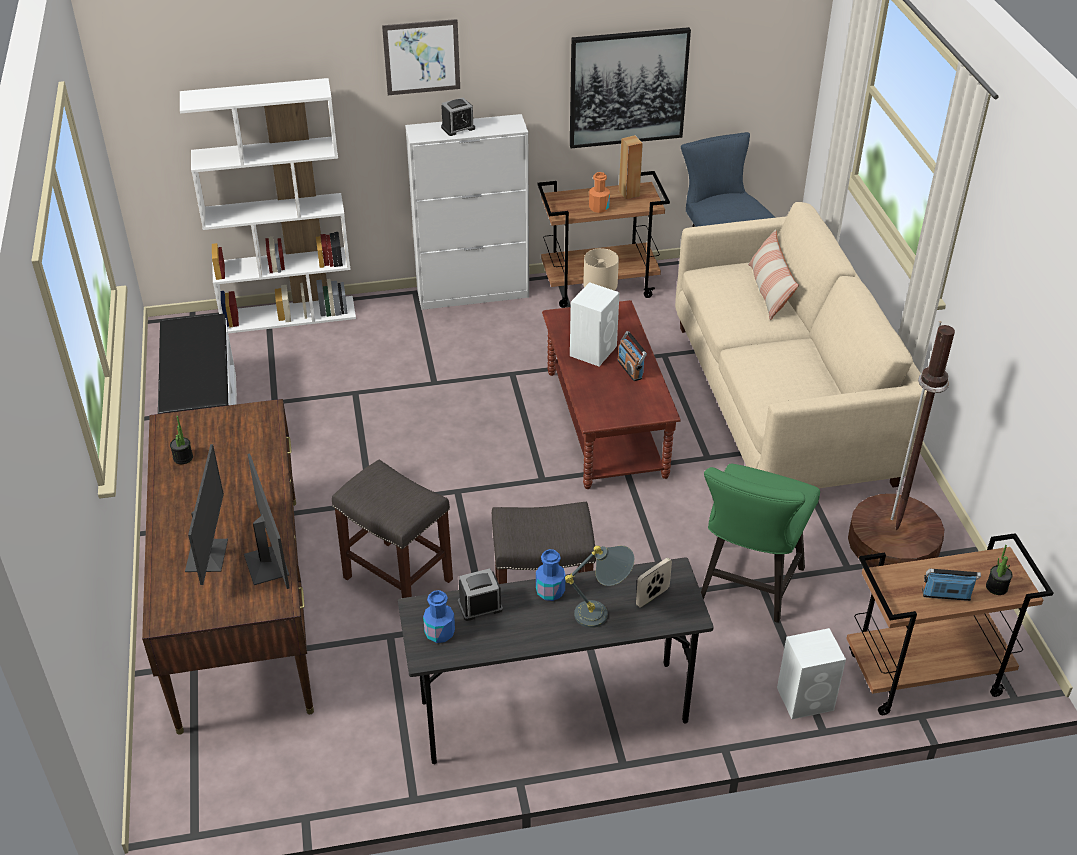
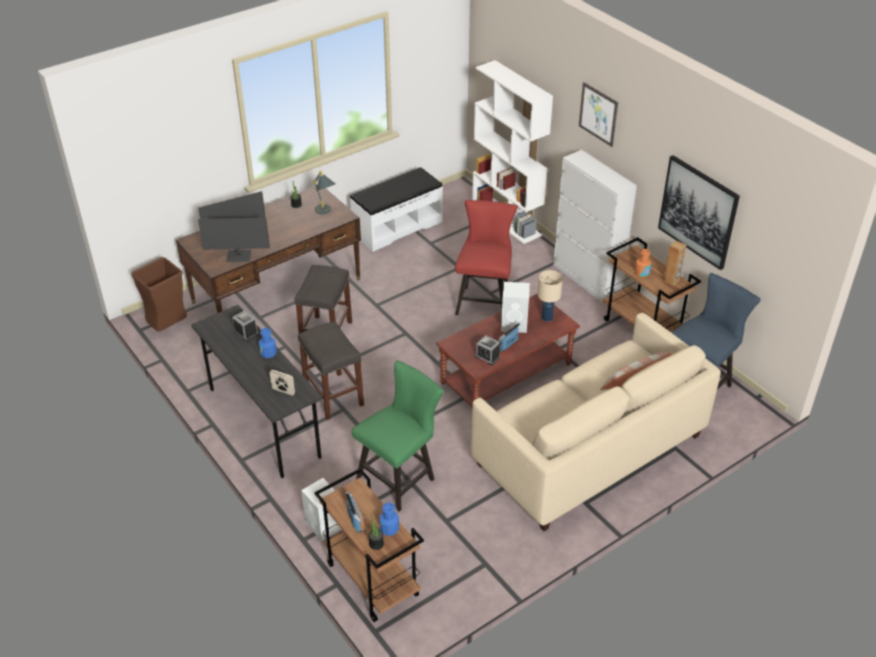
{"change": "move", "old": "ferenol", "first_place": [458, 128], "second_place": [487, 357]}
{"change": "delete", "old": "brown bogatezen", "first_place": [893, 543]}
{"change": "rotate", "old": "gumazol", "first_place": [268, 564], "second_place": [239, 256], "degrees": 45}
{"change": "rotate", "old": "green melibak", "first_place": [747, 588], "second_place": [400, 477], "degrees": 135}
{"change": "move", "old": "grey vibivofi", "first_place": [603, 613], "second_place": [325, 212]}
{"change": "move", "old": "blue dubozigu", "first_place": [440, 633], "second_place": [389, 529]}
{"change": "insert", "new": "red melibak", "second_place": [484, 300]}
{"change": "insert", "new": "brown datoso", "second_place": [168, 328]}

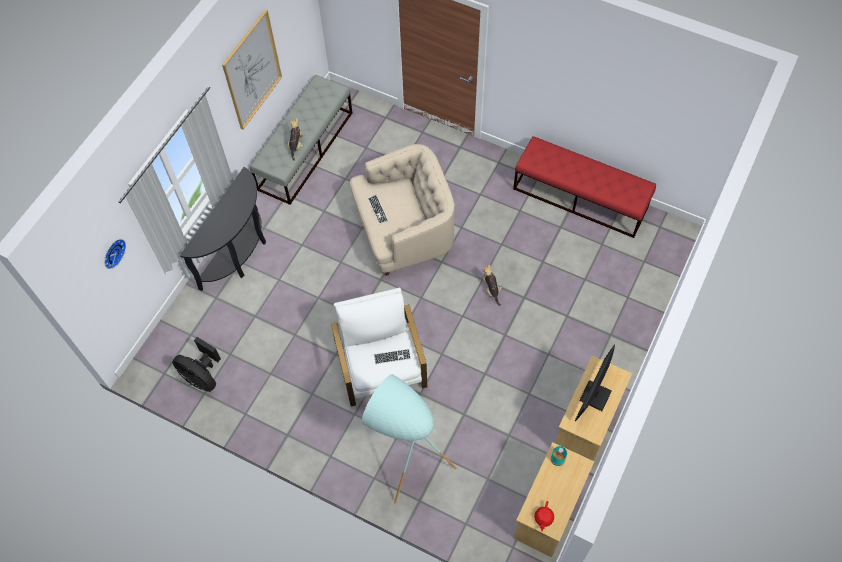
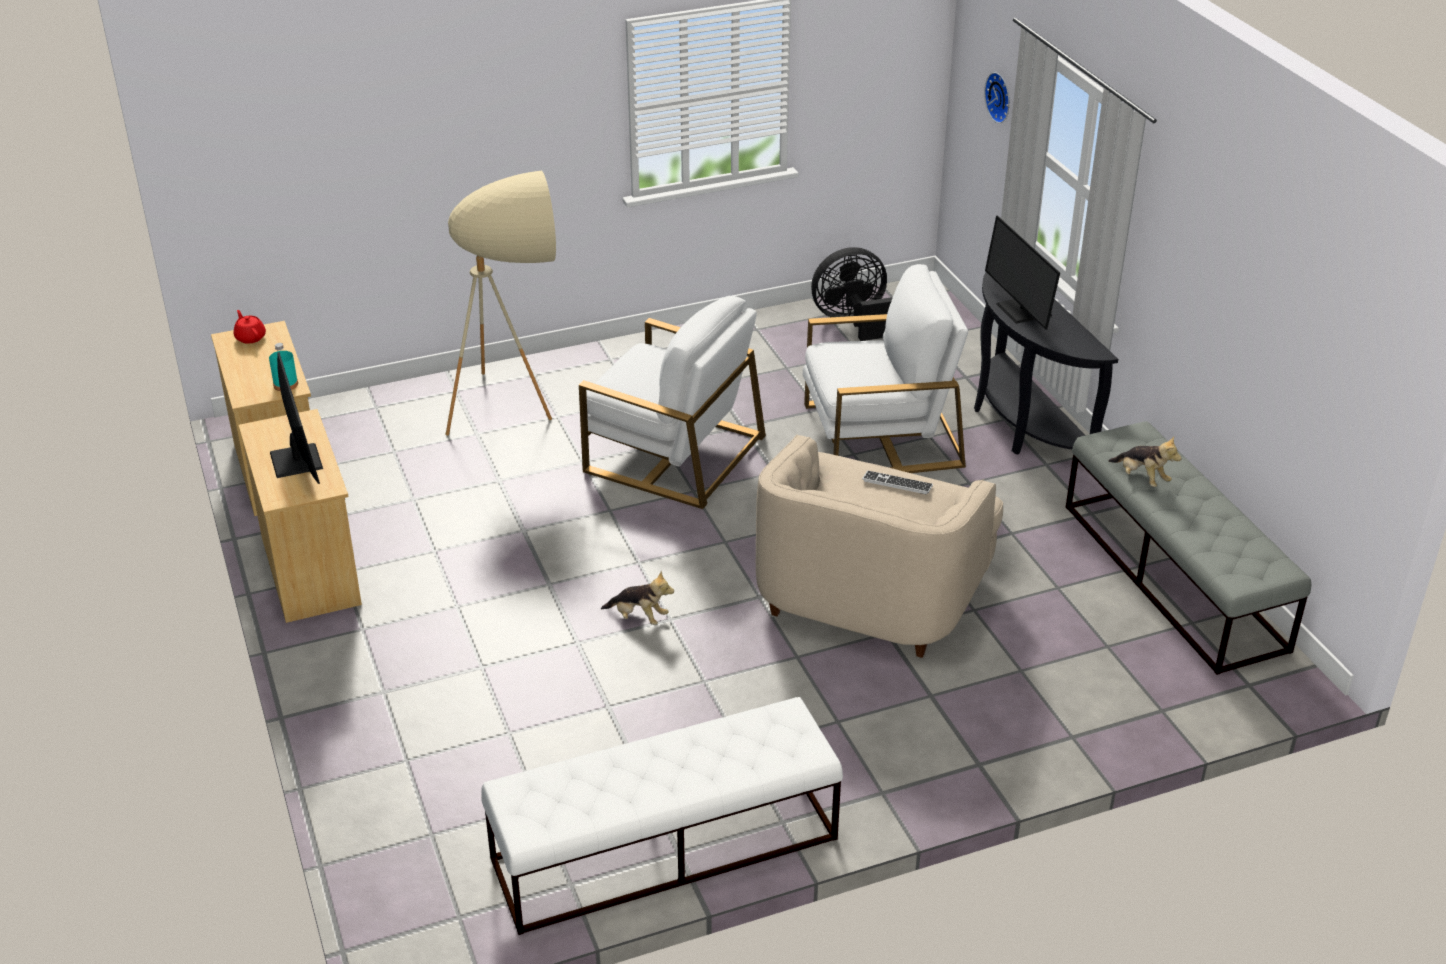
{"change": "delete", "old": "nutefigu", "first_place": [252, 70]}
{"change": "recolor", "old": "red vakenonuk", "new": "white vakenonuk", "first_place": [580, 198], "second_place": [664, 849]}
{"change": "delete", "old": "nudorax", "first_place": [392, 357]}
{"change": "recolor", "old": "turquoise bogatezen", "new": "beige bogatezen", "first_place": [407, 460], "second_place": [516, 406]}
{"change": "insert", "new": "gumazol", "second_place": [1022, 310]}
{"change": "insert", "new": "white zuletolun", "second_place": [880, 435]}

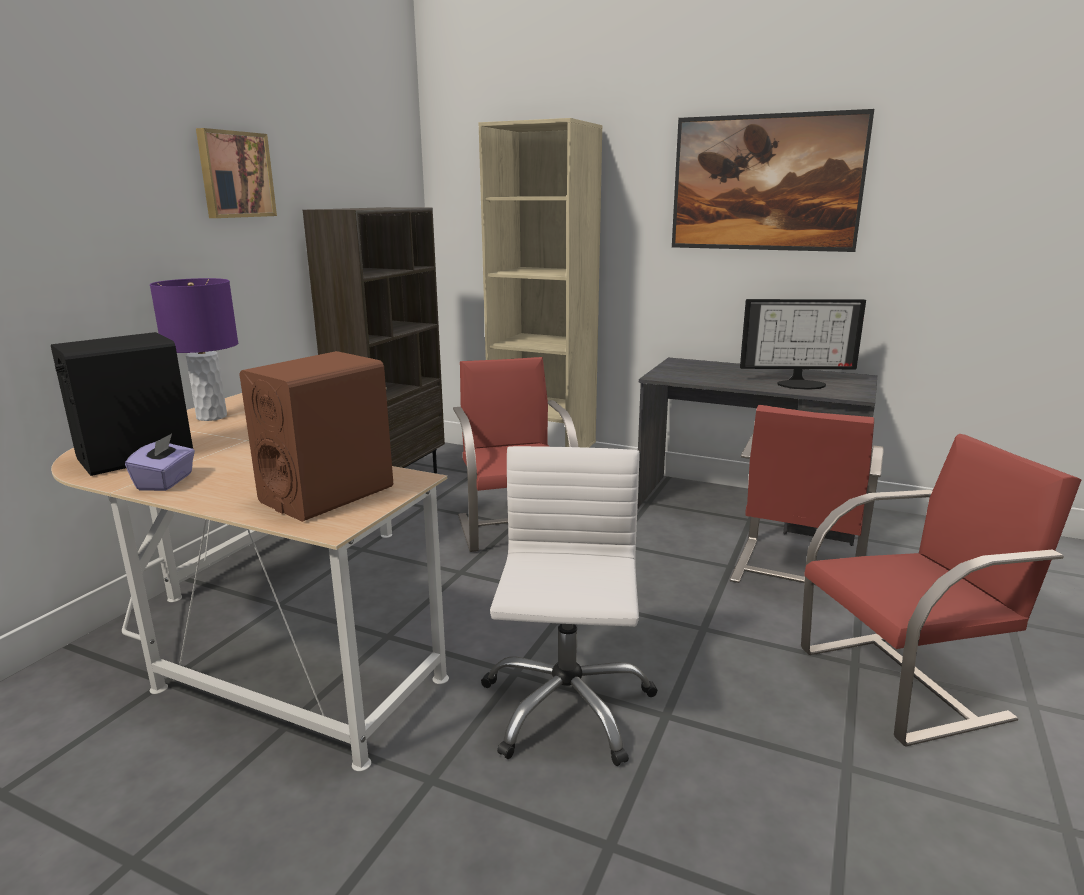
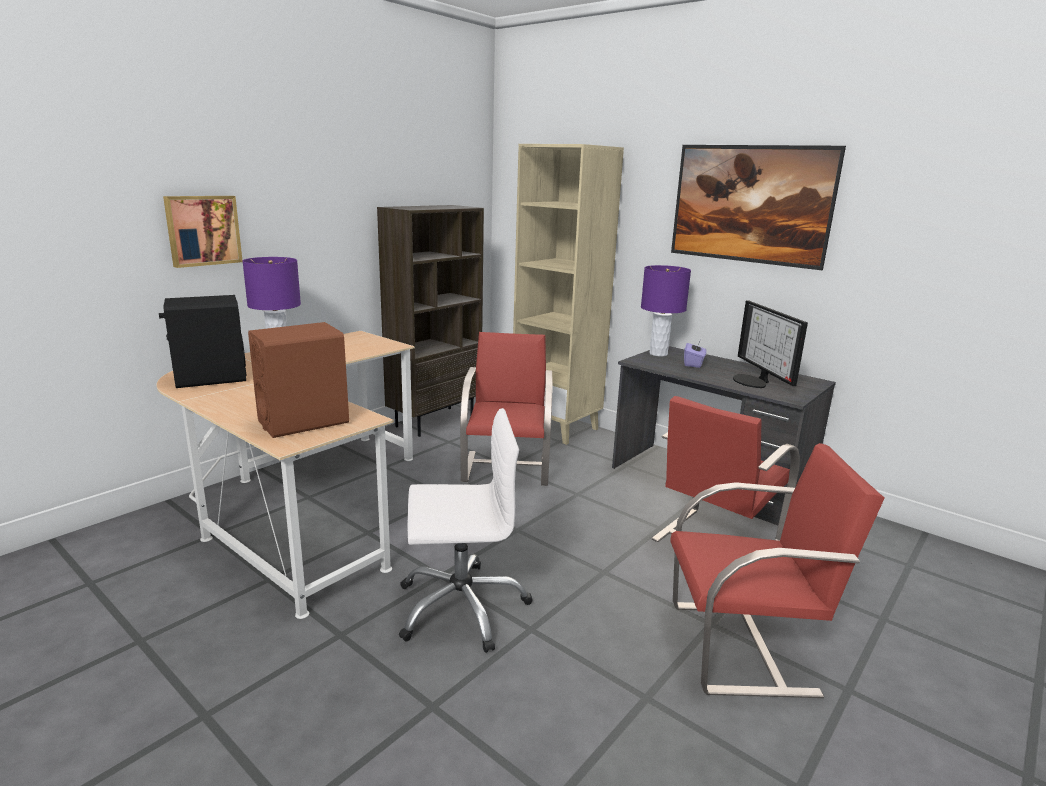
{"change": "move", "old": "nutefigu", "first_place": [235, 175], "second_place": [202, 230]}
{"change": "rotate", "old": "gumazol", "first_place": [800, 383], "second_place": [754, 381], "degrees": 60}
{"change": "move", "old": "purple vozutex", "first_place": [166, 482], "second_place": [693, 364]}
{"change": "rotate", "old": "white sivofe", "first_place": [565, 706], "second_place": [461, 606], "degrees": 60}
{"change": "insert", "new": "purple vibivofi", "second_place": [658, 354]}

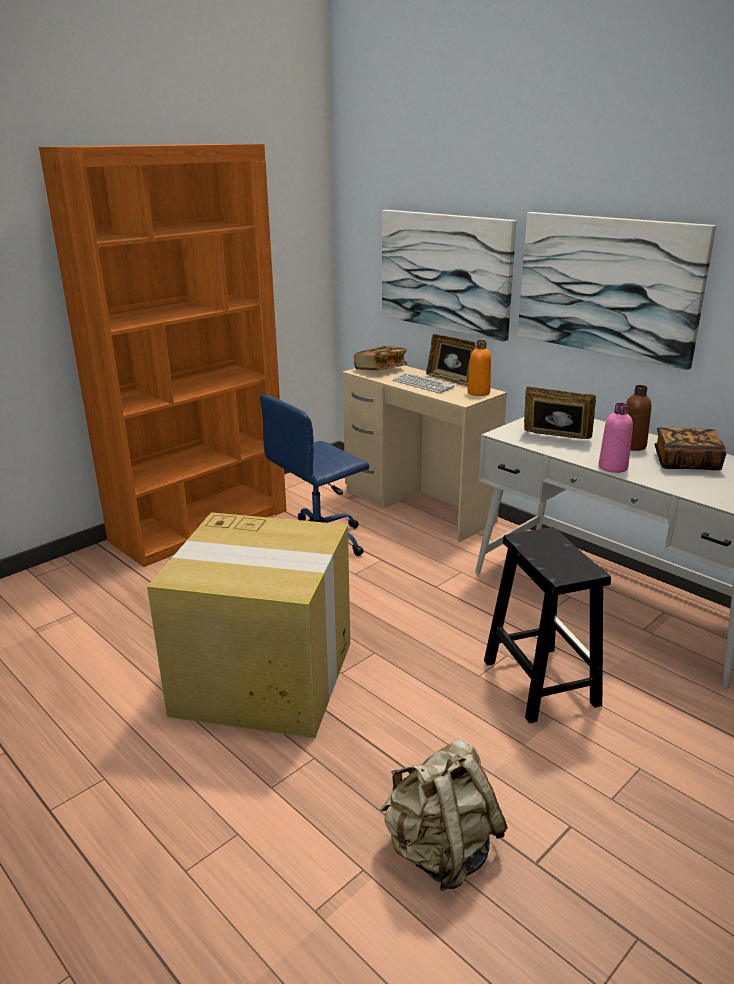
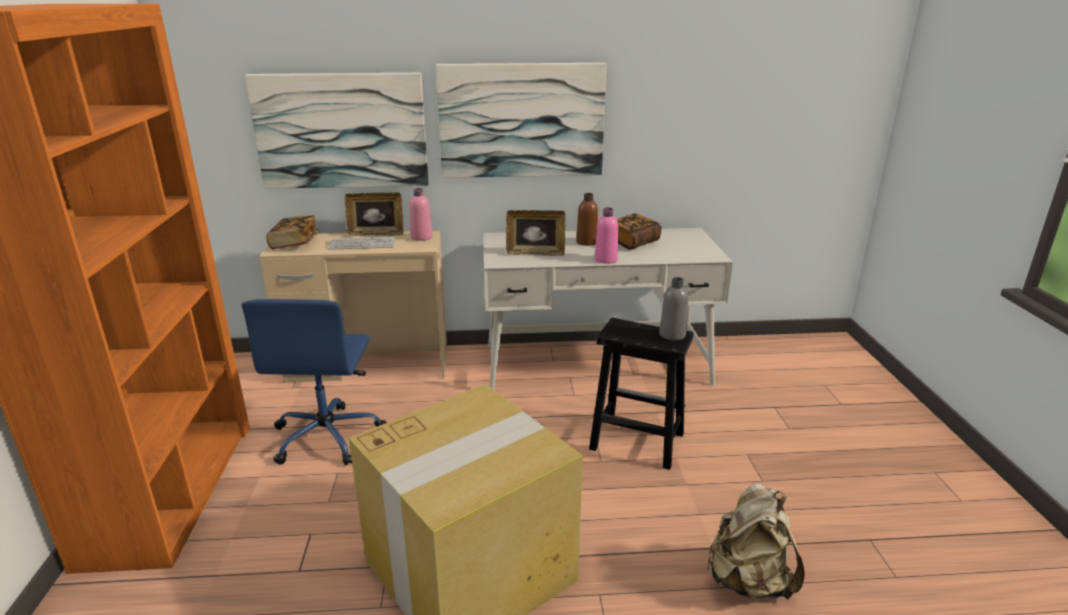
{"change": "recolor", "old": "orange dubozigu", "new": "pink dubozigu", "first_place": [478, 393], "second_place": [421, 237]}
{"change": "rotate", "old": "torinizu", "first_place": [555, 438], "second_place": [535, 253], "degrees": -150}
{"change": "insert", "new": "grey dubozigu", "second_place": [672, 335]}

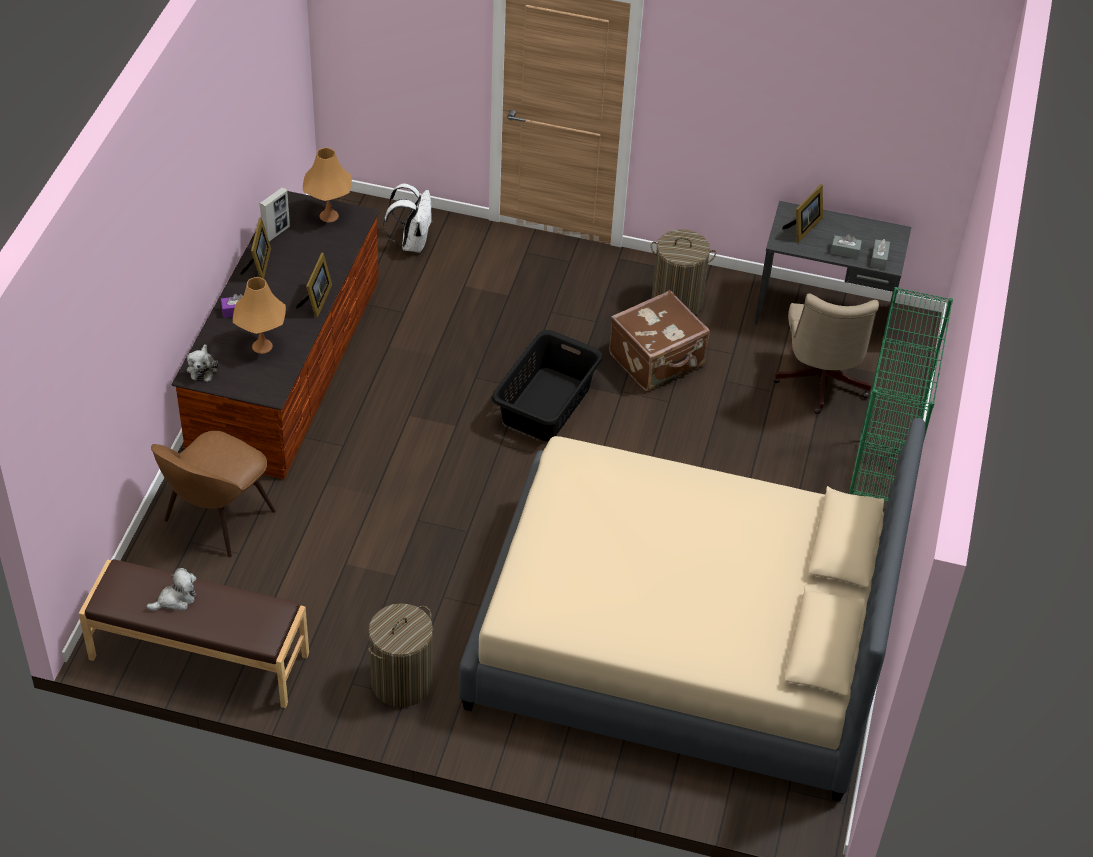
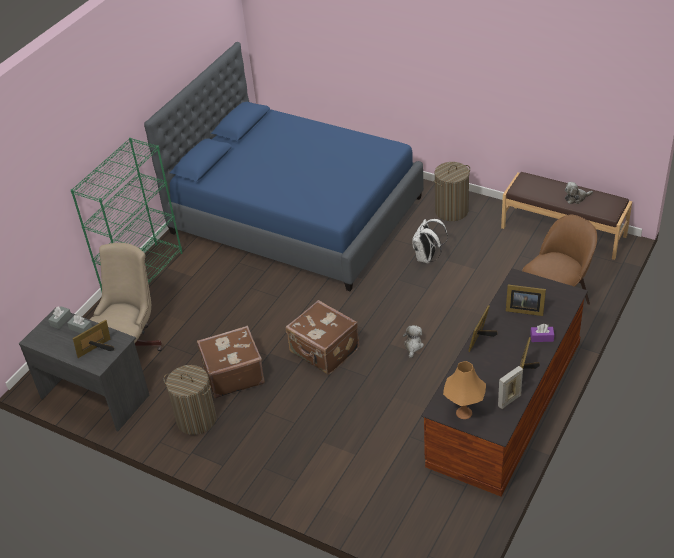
{"change": "move", "old": "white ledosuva", "first_place": [412, 243], "second_place": [427, 258]}
{"change": "replace", "old": "orange vibivofi", "new": "torinizu", "first_place": [262, 346], "second_place": [523, 309]}
{"change": "replace", "old": "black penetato", "new": "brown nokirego", "first_place": [545, 404], "second_place": [324, 351]}
{"change": "move", "old": "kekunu", "first_place": [202, 369], "second_place": [413, 346]}
{"change": "recolor", "old": "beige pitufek", "new": "blue pitufek", "first_place": [680, 643], "second_place": [296, 215]}

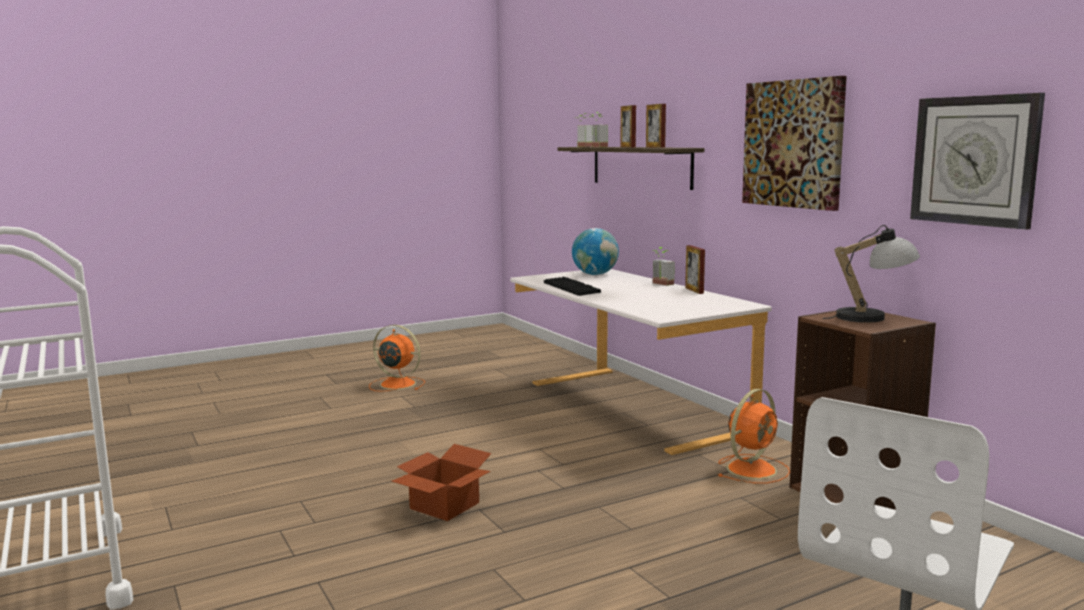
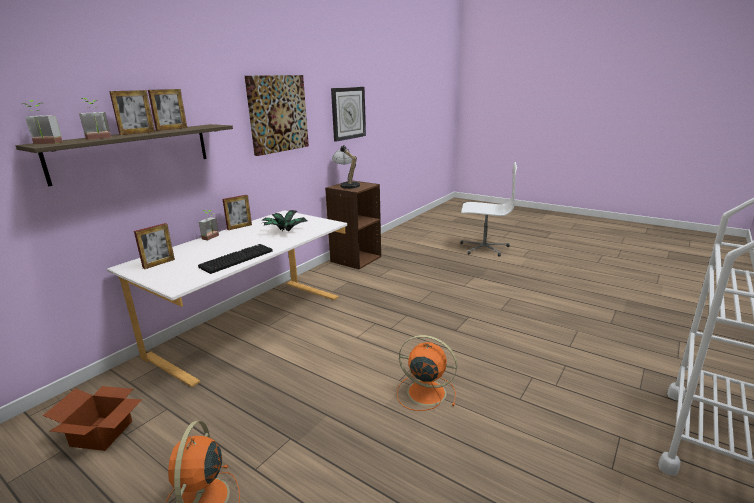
{"change": "replace", "old": "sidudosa", "new": "torinizu", "first_place": [595, 274], "second_place": [159, 264]}
{"change": "move", "old": "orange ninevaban", "first_place": [752, 469], "second_place": [424, 392]}
{"change": "move", "old": "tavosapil", "first_place": [442, 506], "second_place": [102, 434]}
{"change": "insert", "new": "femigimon", "second_place": [285, 231]}

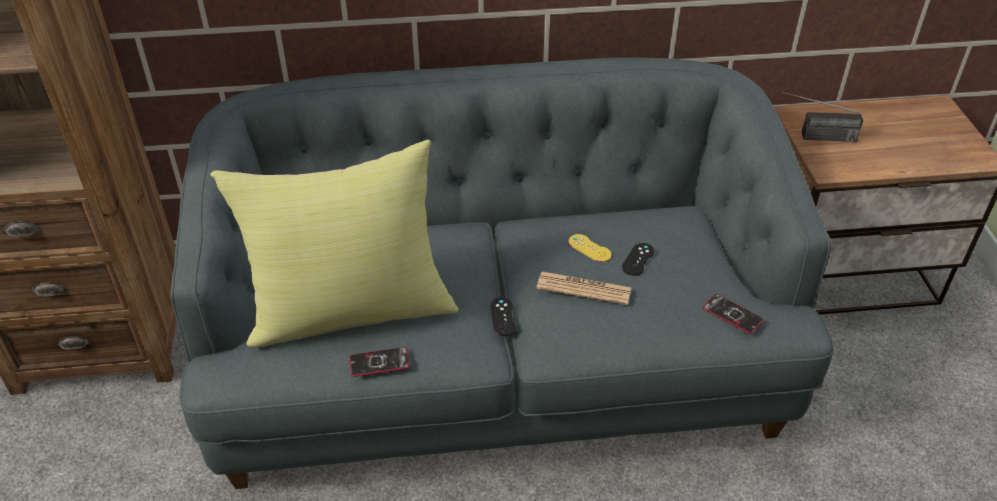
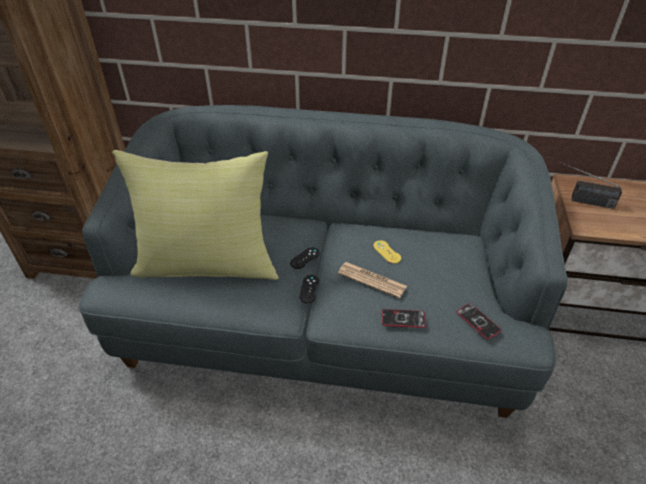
{"change": "move", "old": "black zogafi", "first_place": [638, 259], "second_place": [305, 258]}
{"change": "move", "old": "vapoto", "first_place": [379, 362], "second_place": [403, 319]}

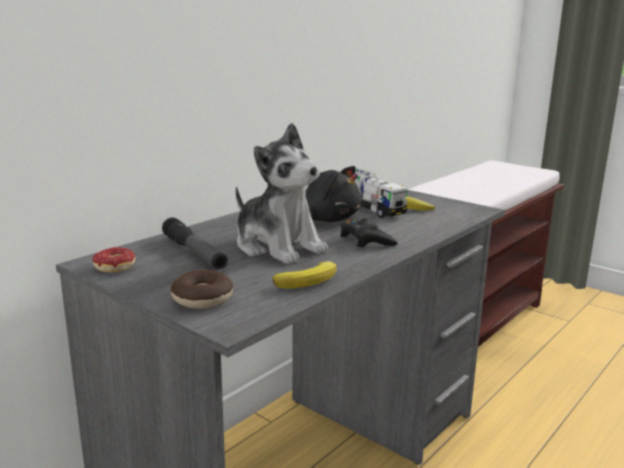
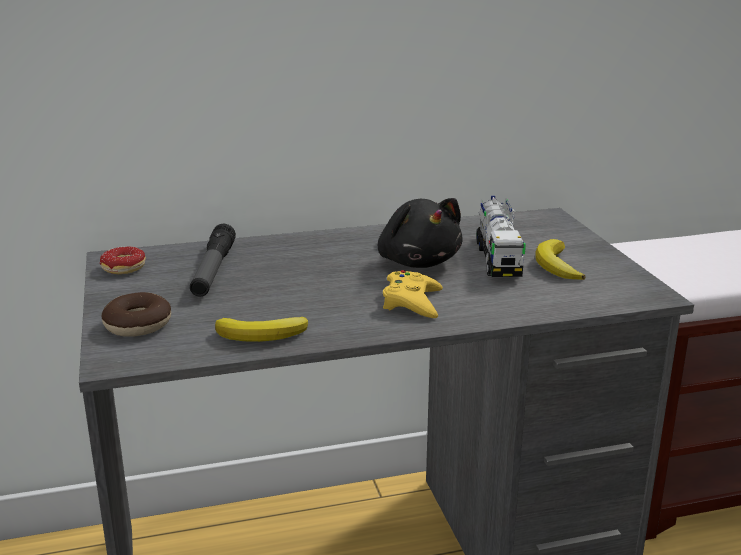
{"change": "delete", "old": "kekunu", "first_place": [278, 246]}
{"change": "recolor", "old": "black zogafi", "new": "yellow zogafi", "first_place": [366, 240], "second_place": [412, 302]}

